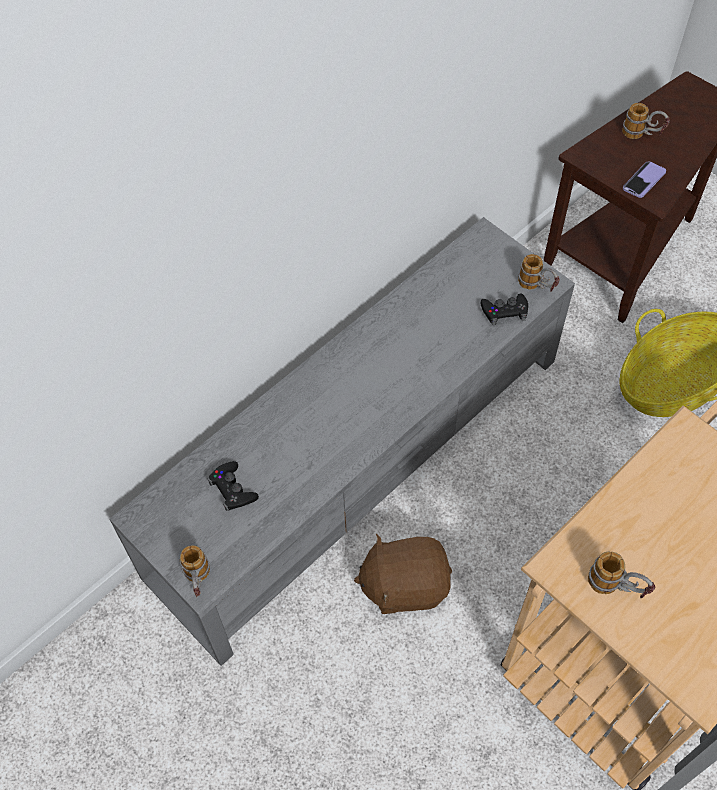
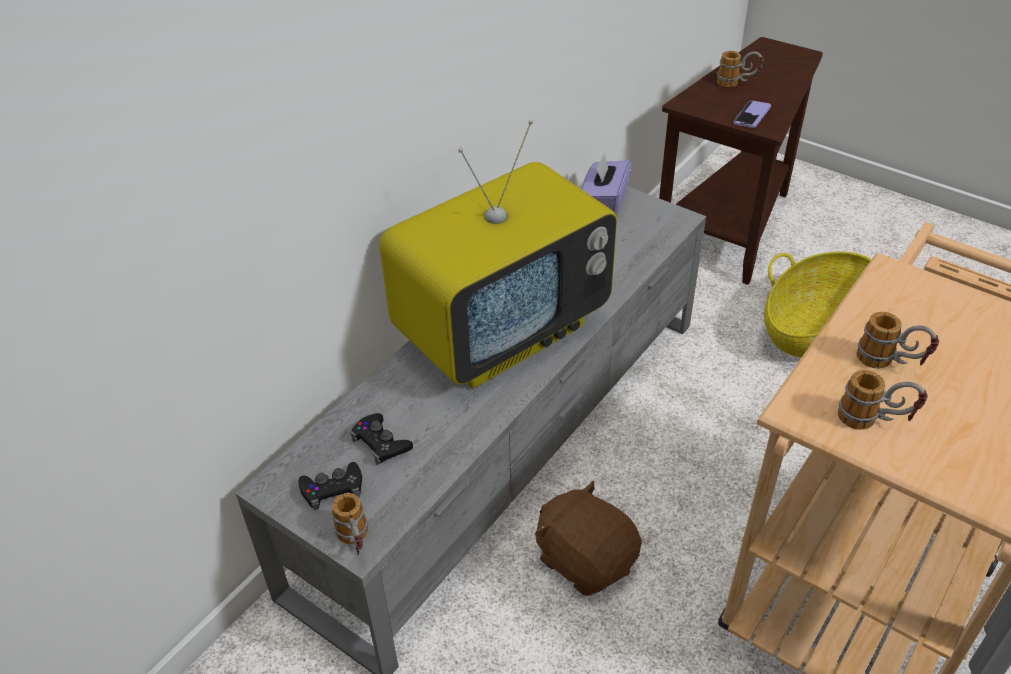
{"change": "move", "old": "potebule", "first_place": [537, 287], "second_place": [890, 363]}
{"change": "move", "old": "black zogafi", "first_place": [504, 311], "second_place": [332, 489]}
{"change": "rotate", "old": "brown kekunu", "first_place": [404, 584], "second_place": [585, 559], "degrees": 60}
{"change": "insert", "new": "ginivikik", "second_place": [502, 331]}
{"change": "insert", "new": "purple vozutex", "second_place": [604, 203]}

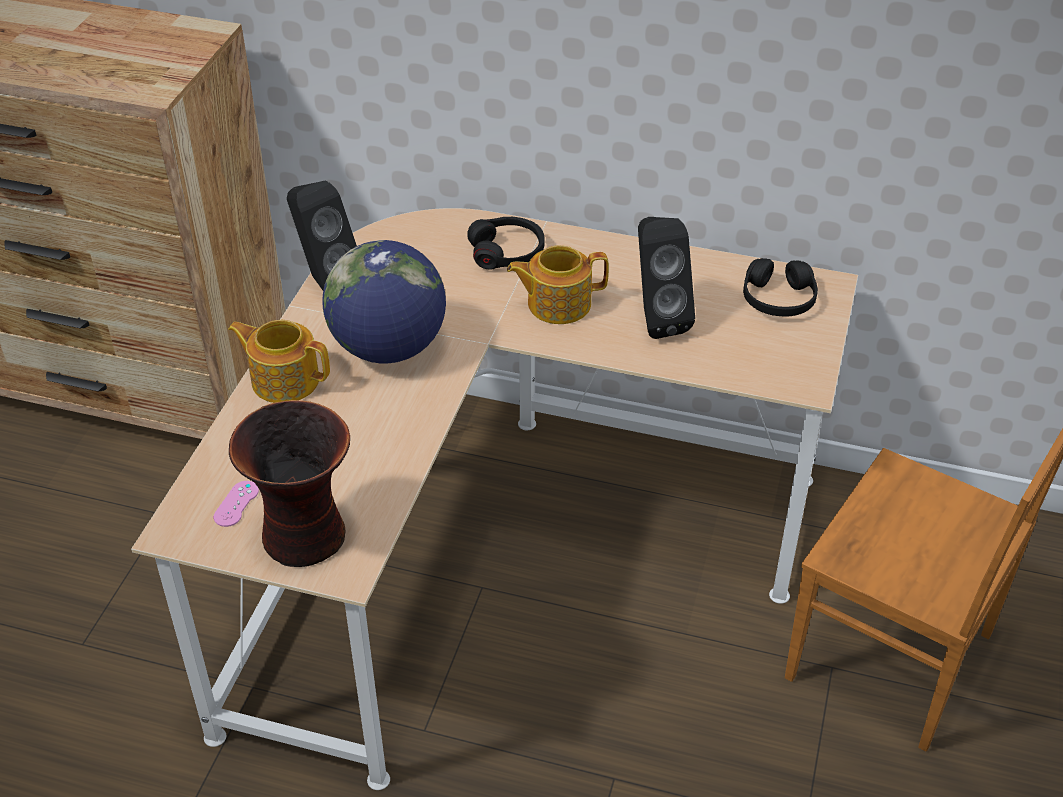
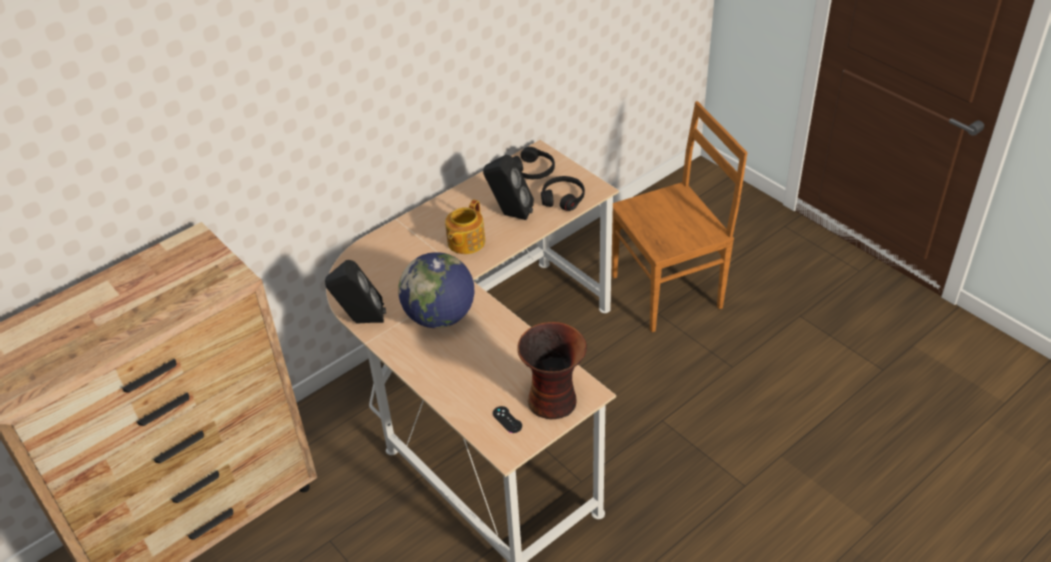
{"change": "move", "old": "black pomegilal", "first_place": [507, 252], "second_place": [563, 198]}
{"change": "delete", "old": "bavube", "first_place": [284, 379]}
{"change": "recolor", "old": "pink zogafi", "new": "black zogafi", "first_place": [236, 504], "second_place": [507, 420]}

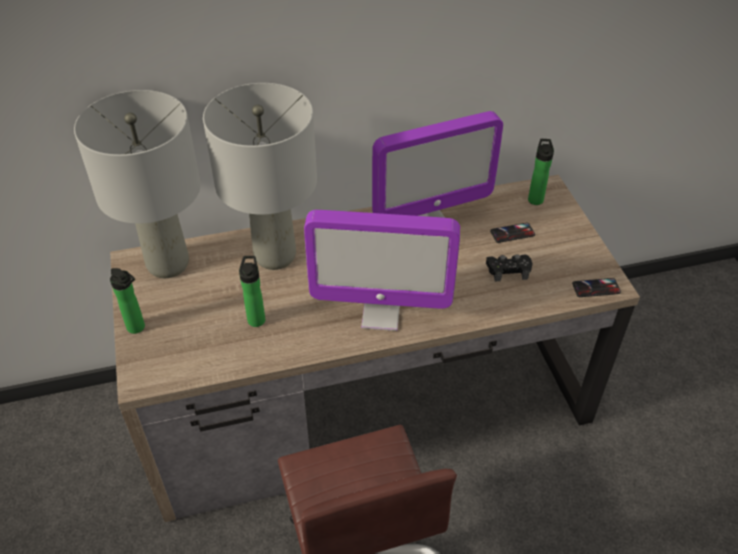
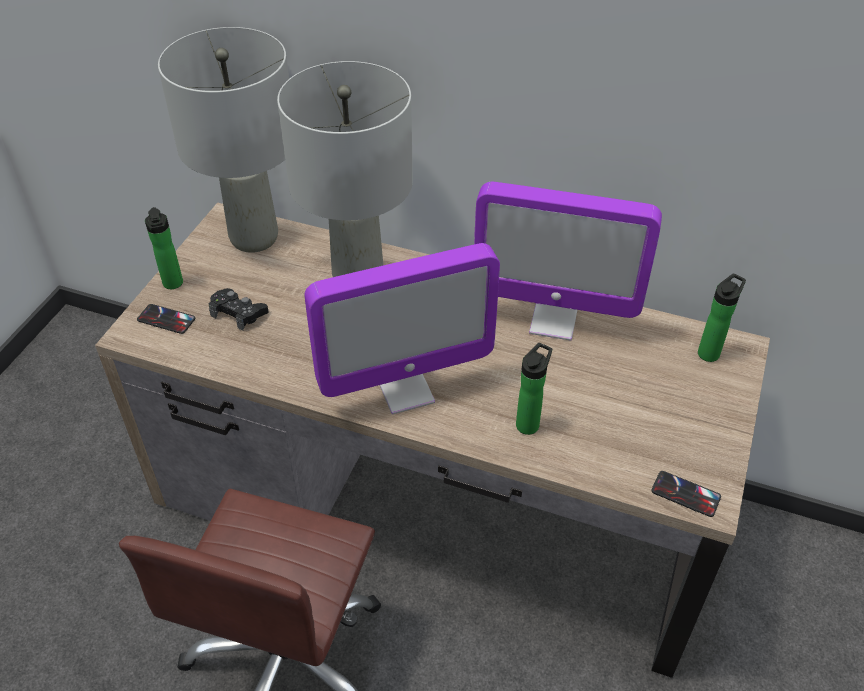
{"change": "rotate", "old": "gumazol", "first_place": [381, 314], "second_place": [405, 390], "degrees": -60}
{"change": "move", "old": "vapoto", "first_place": [512, 233], "second_place": [166, 319]}
{"change": "move", "old": "black zogafi", "first_place": [508, 270], "second_place": [238, 313]}
{"change": "move", "old": "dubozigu", "first_place": [256, 318], "second_place": [529, 423]}

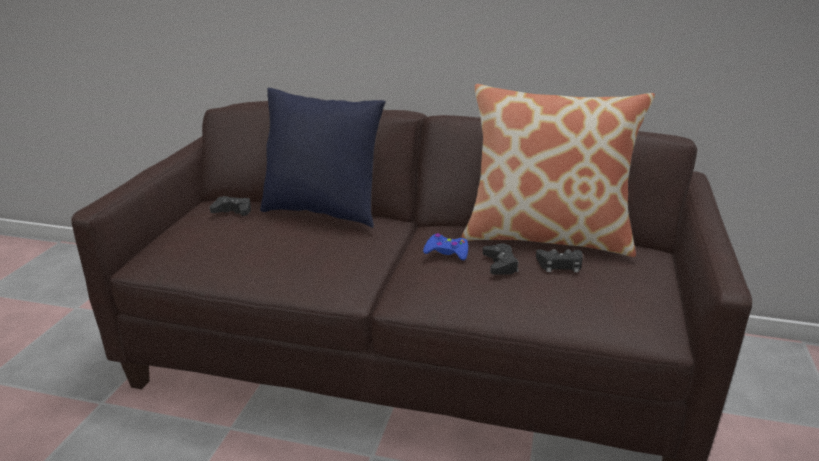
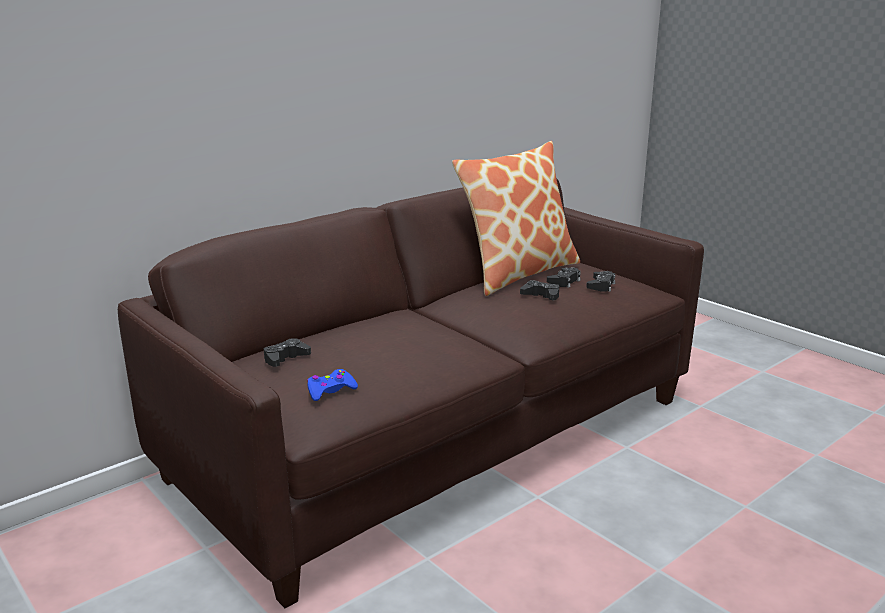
{"change": "delete", "old": "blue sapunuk", "first_place": [323, 212]}
{"change": "move", "old": "blue zogafi", "first_place": [447, 252], "second_place": [330, 390]}
{"change": "insert", "new": "black zogafi", "second_place": [601, 285]}

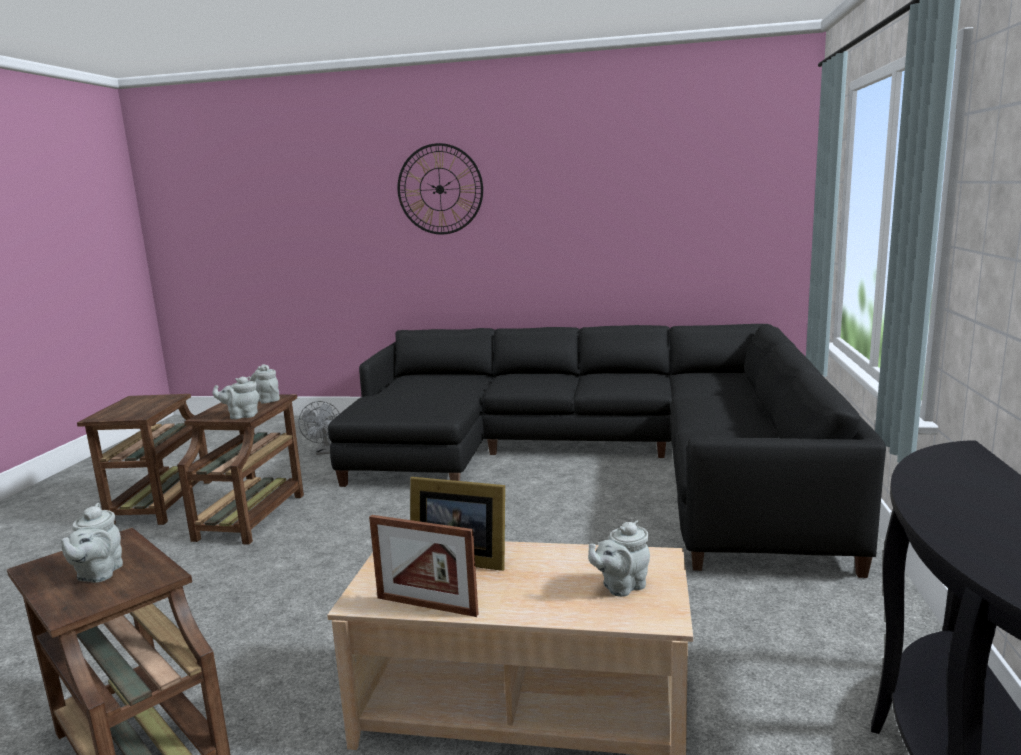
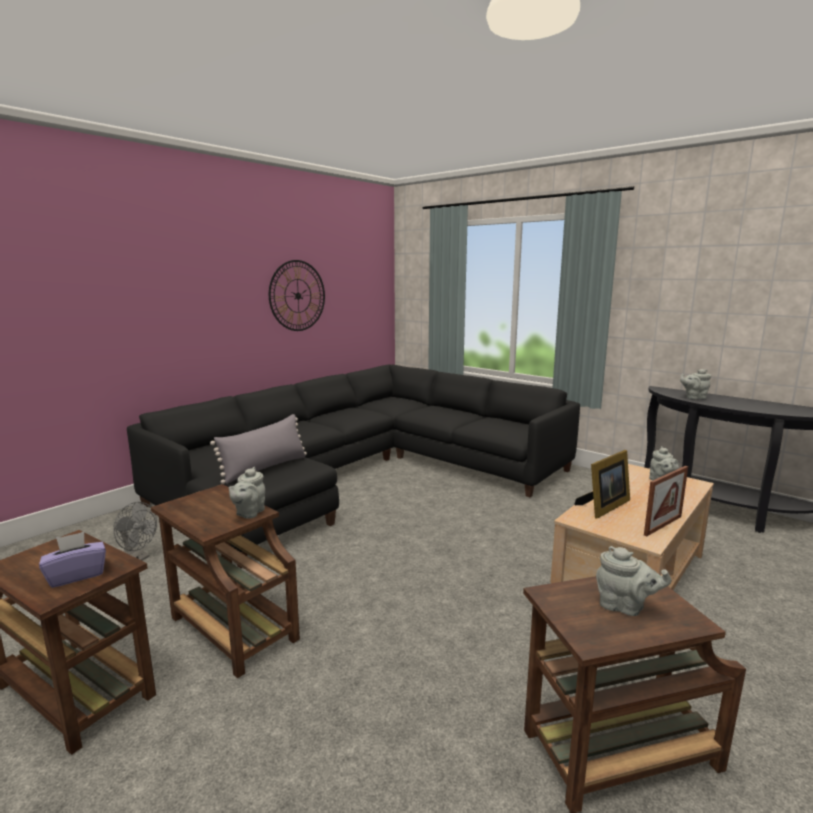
{"change": "move", "old": "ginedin", "first_place": [440, 189], "second_place": [297, 296]}
{"change": "move", "old": "grey bavube", "first_place": [267, 400], "second_place": [693, 397]}
{"change": "insert", "new": "grey sapunuk", "second_place": [265, 468]}
{"change": "insert", "new": "purple vozutex", "second_place": [76, 575]}

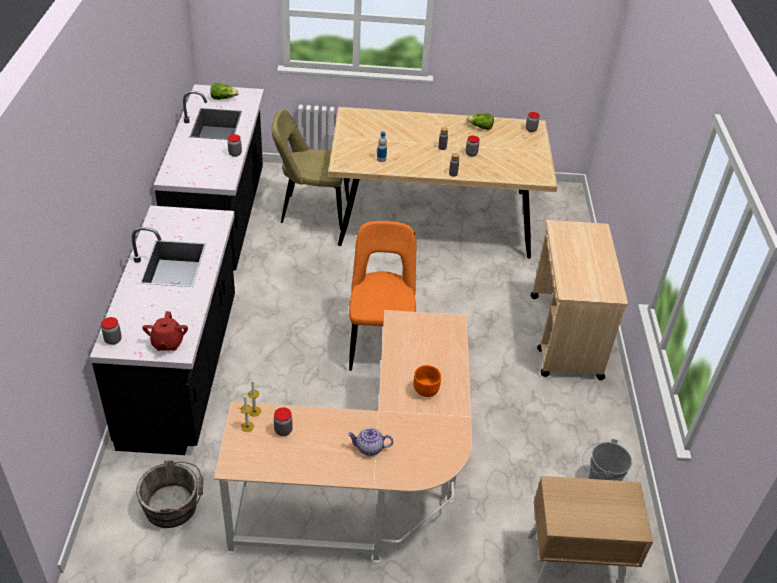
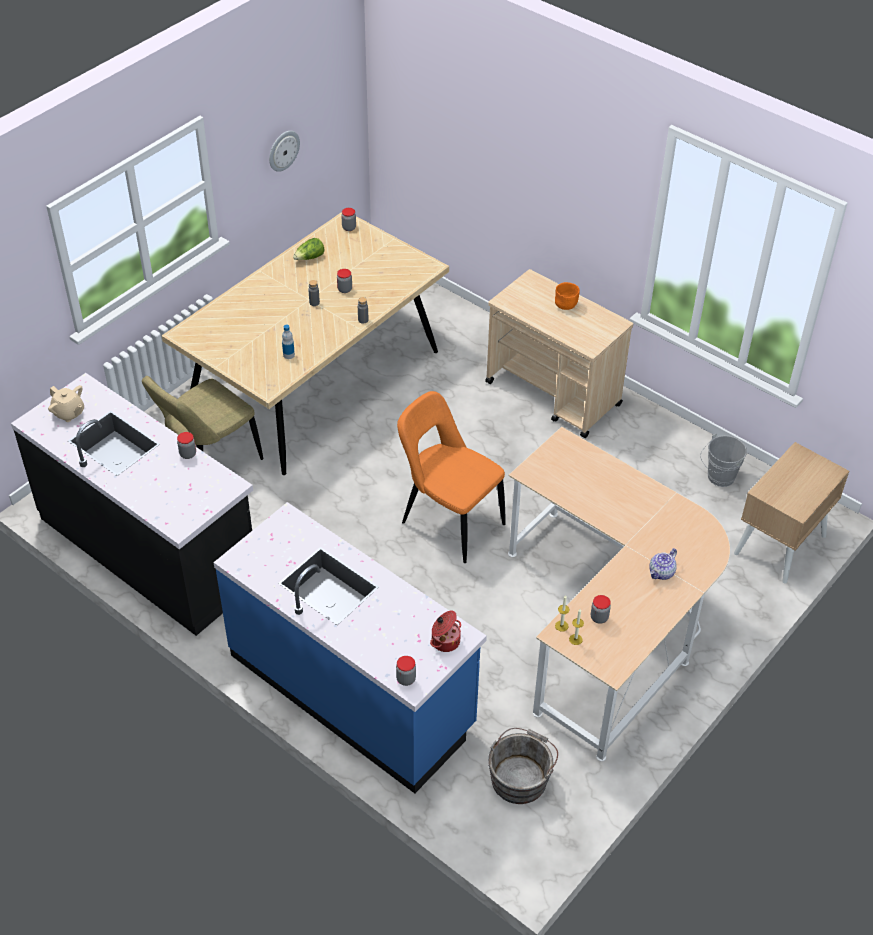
{"change": "replace", "old": "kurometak", "new": "beige bavube", "first_place": [223, 98], "second_place": [69, 413]}
{"change": "recolor", "old": "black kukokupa", "new": "blue kukokupa", "first_place": [183, 371], "second_place": [352, 690]}
{"change": "replace", "old": "red bavube", "new": "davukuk", "first_place": [167, 343], "second_place": [445, 640]}
{"change": "move", "old": "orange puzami", "first_place": [425, 391], "second_place": [566, 306]}
{"change": "insert", "new": "ginedin", "second_place": [283, 150]}

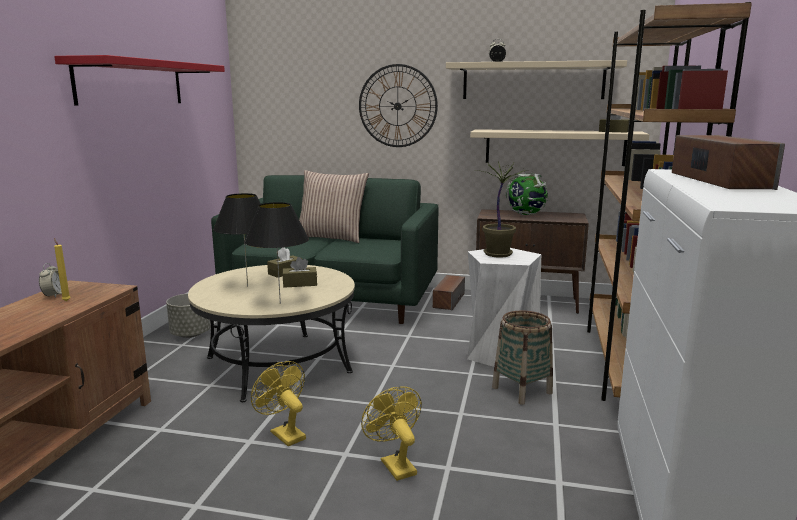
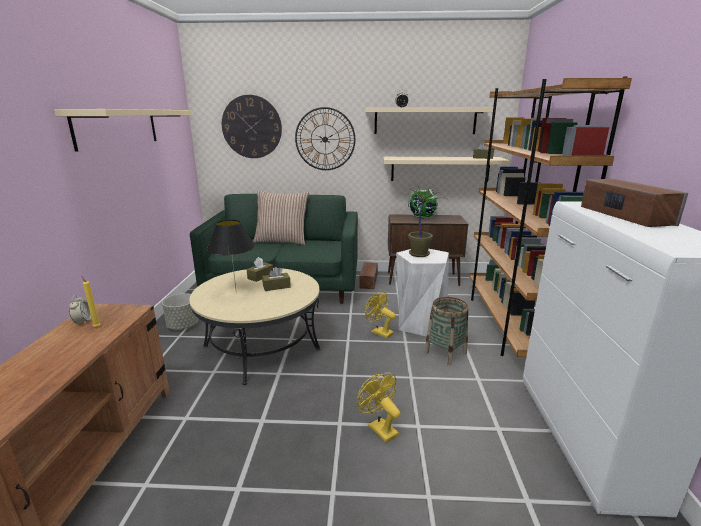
{"change": "recolor", "old": "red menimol", "new": "beige menimol", "first_place": [131, 83], "second_place": [118, 127]}
{"change": "delete", "old": "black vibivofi", "first_place": [280, 303]}
{"change": "move", "old": "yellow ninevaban", "first_place": [284, 433], "second_place": [379, 332]}
{"change": "insert", "new": "ginedin", "second_place": [252, 127]}

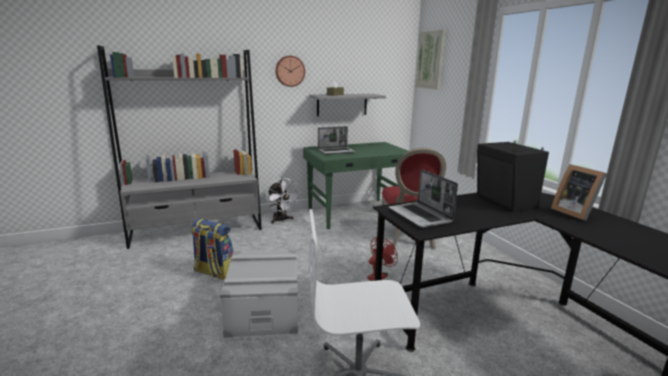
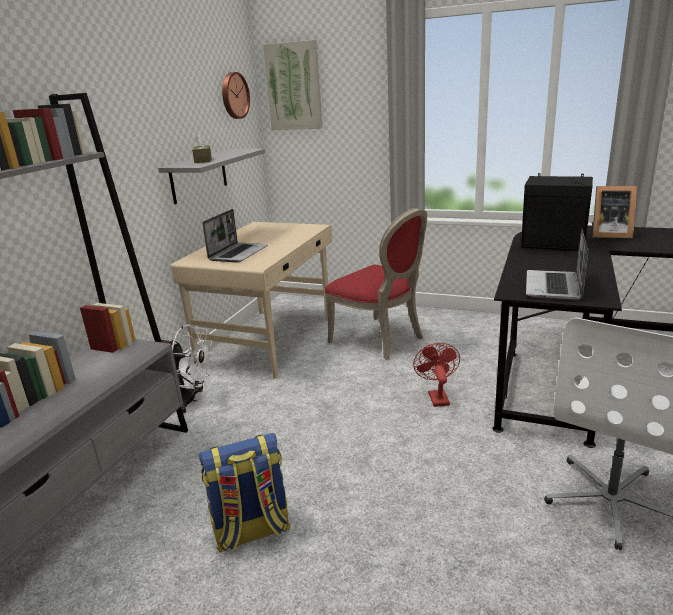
{"change": "move", "old": "ginedin", "first_place": [289, 71], "second_place": [234, 95]}
{"change": "recolor", "old": "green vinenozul", "new": "beige vinenozul", "first_place": [356, 213], "second_place": [269, 340]}
{"change": "rotate", "old": "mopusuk", "first_place": [420, 216], "second_place": [554, 287], "degrees": 90}
{"change": "delete", "old": "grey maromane", "first_place": [264, 308]}

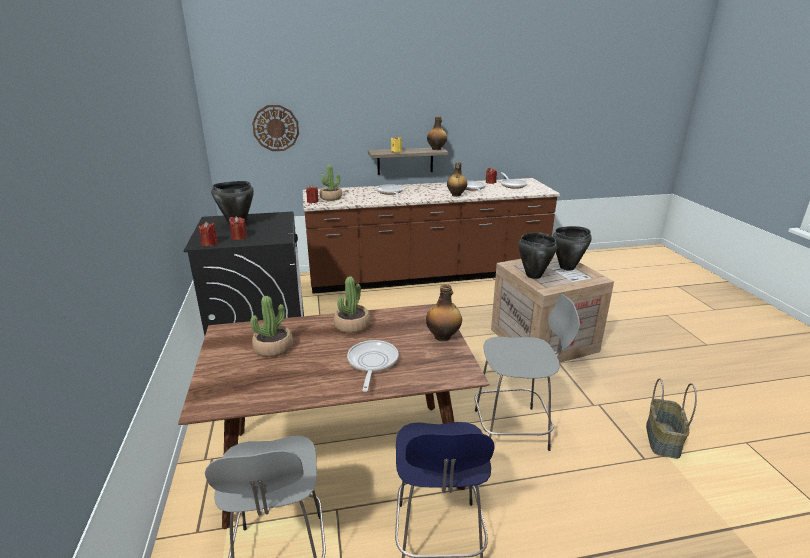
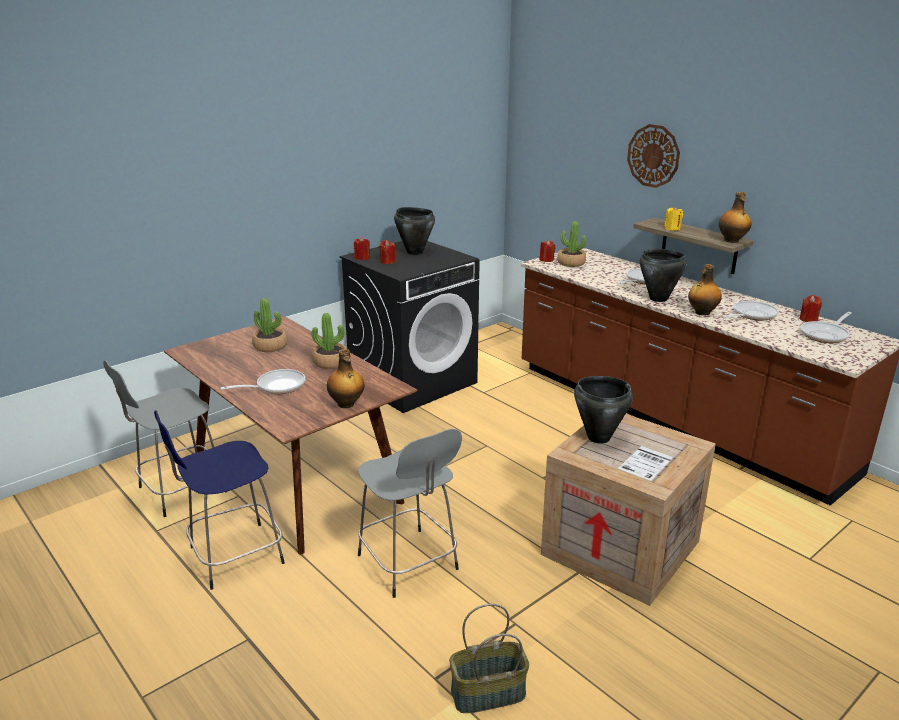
{"change": "move", "old": "ginedin", "first_place": [276, 128], "second_place": [653, 156]}
{"change": "move", "old": "black davukuk", "first_place": [567, 267], "second_place": [658, 299]}

